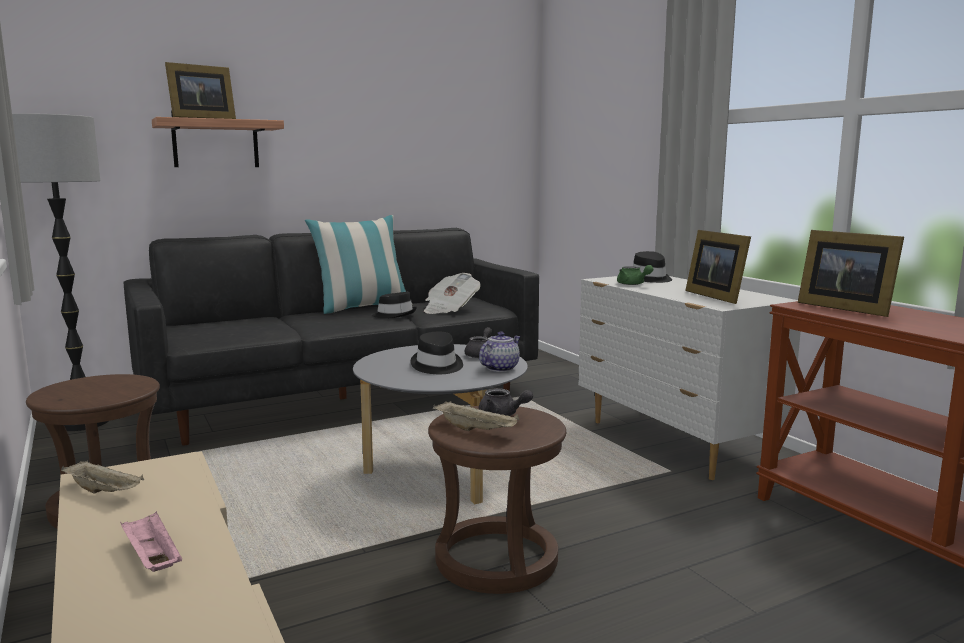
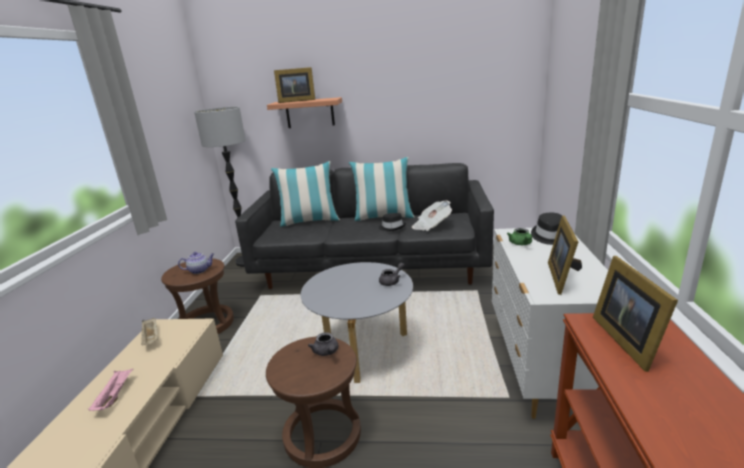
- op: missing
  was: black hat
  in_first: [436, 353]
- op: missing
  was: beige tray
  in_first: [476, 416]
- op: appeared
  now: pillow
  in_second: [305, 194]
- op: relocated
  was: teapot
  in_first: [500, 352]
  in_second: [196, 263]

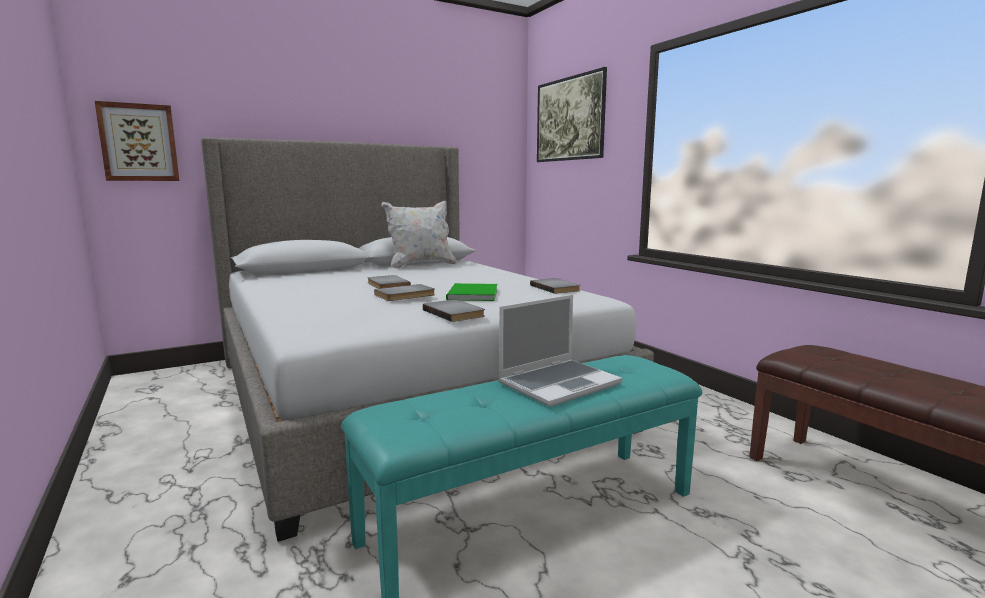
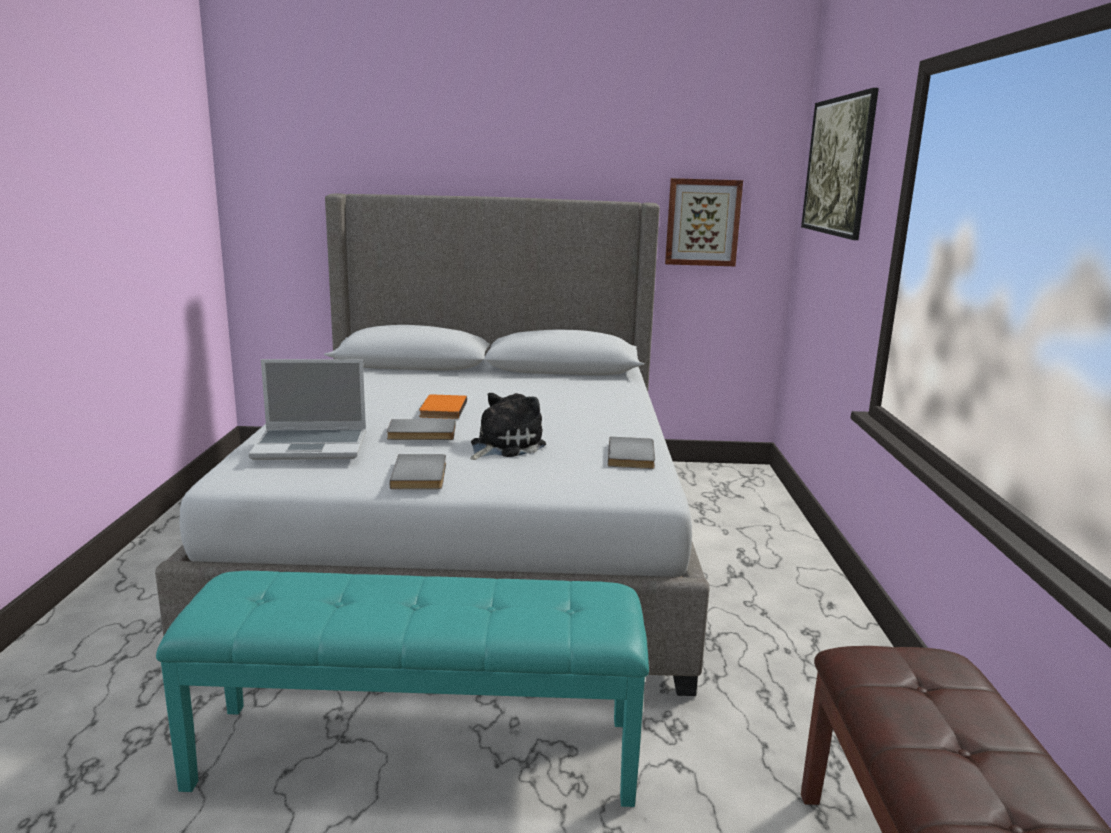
- op: missing
  was: white pillow
  in_first: [419, 235]
- op: relocated
  was: picture
  in_first: [137, 141]
  in_second: [704, 222]
- op: relocated
  was: laptop
  in_first: [560, 351]
  in_second: [307, 409]
- op: exchanged
  was: green book
  now: plush toy
  in_first: [471, 292]
  in_second: [508, 426]
- op: colour
  was: grey book
  now: orange book
  in_first: [389, 282]
  in_second: [443, 406]

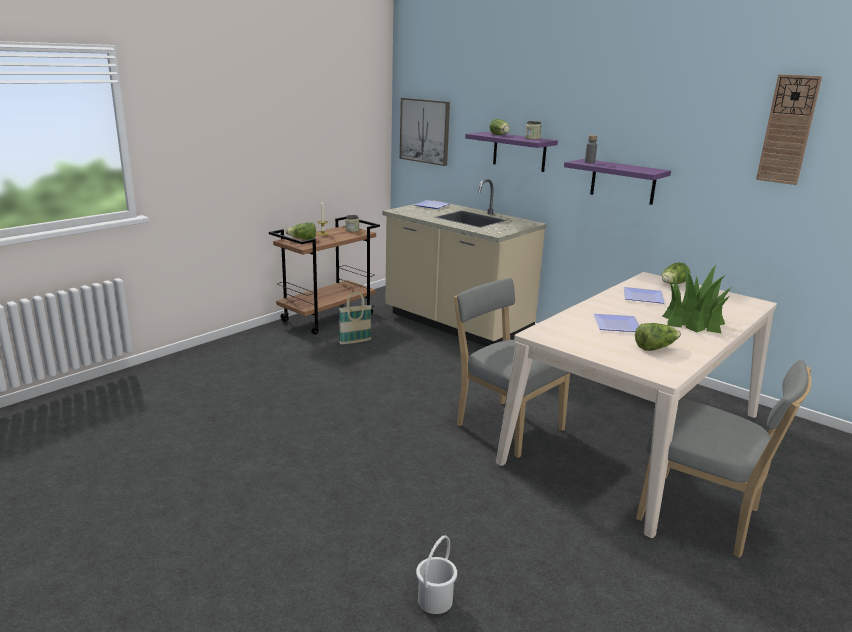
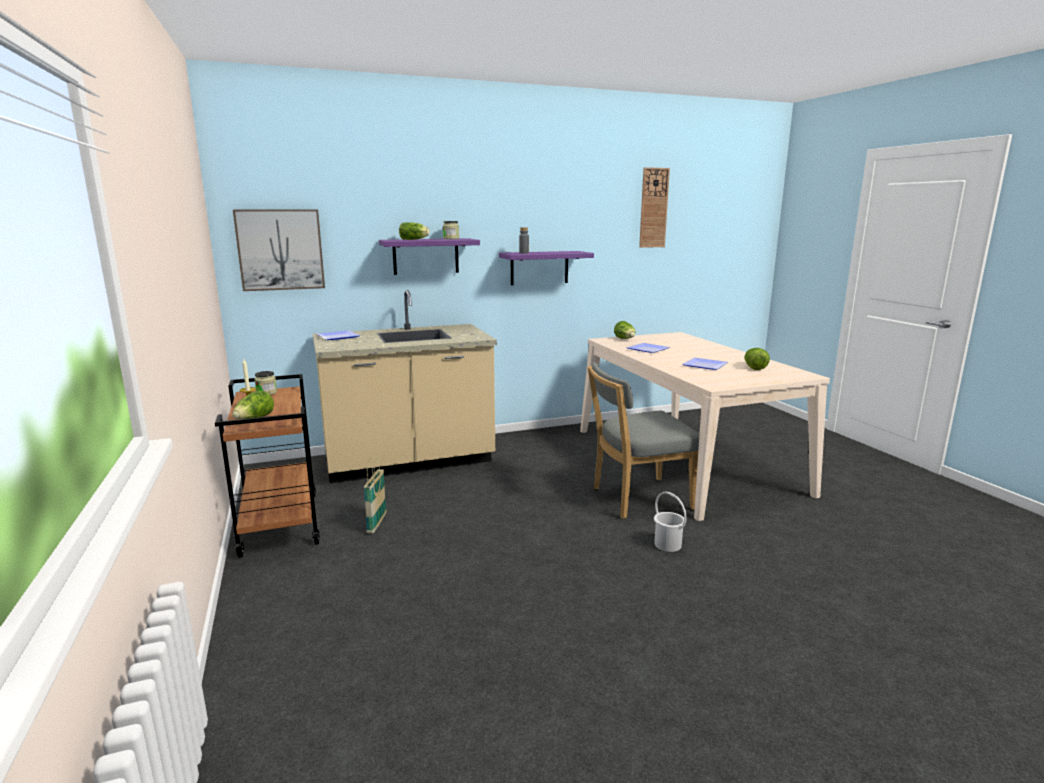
- op: missing
  was: grey chair
  in_first: [724, 459]
- op: missing
  was: potted plant
  in_first: [696, 298]
- op: relocated
  was: white bucket
  in_first: [436, 574]
  in_second: [670, 522]

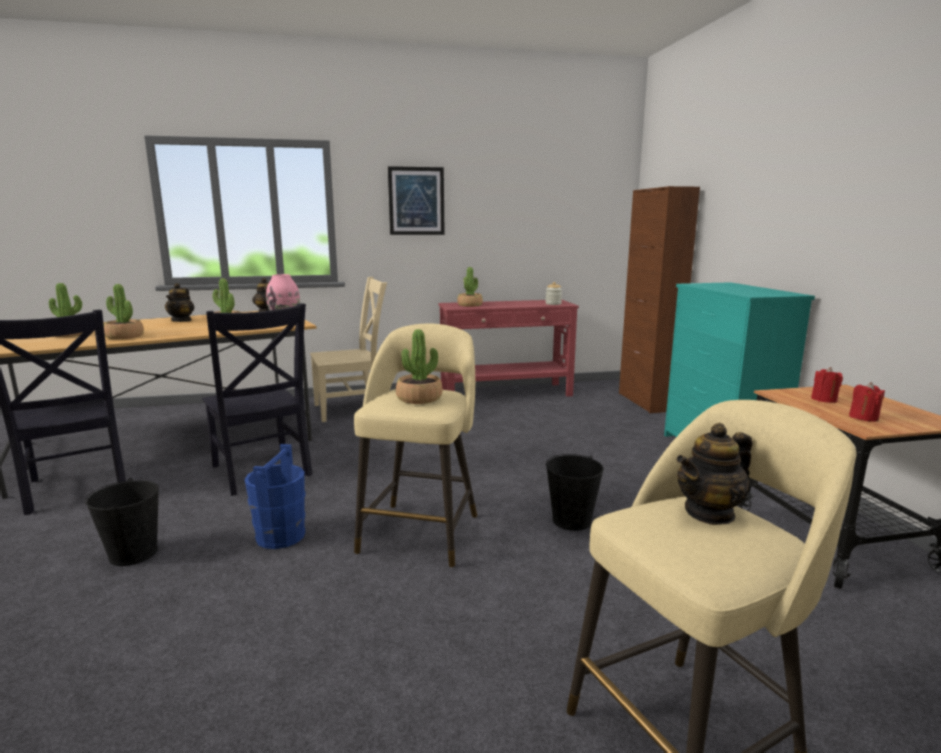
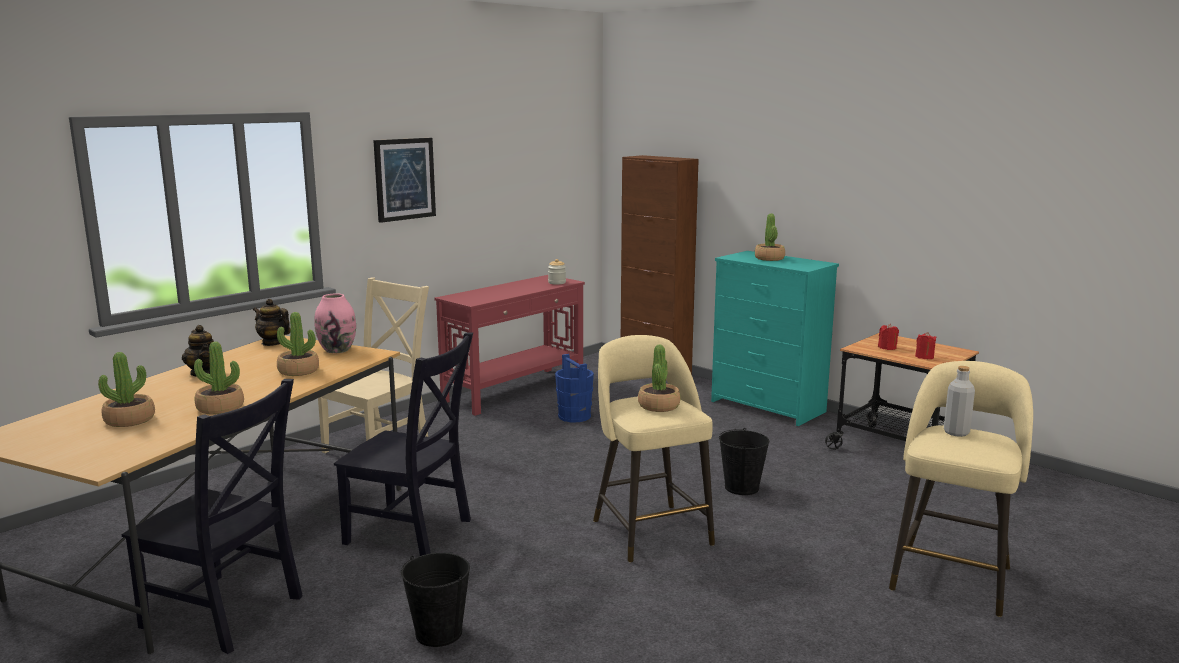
- op: relocated
  was: blue bucket
  in_first: [274, 496]
  in_second: [574, 388]
- op: relocated
  was: potted plant
  in_first: [470, 287]
  in_second: [770, 237]
- op: exchanged
  was: teapot
  now: grey bottle
  in_first: [714, 474]
  in_second: [959, 401]

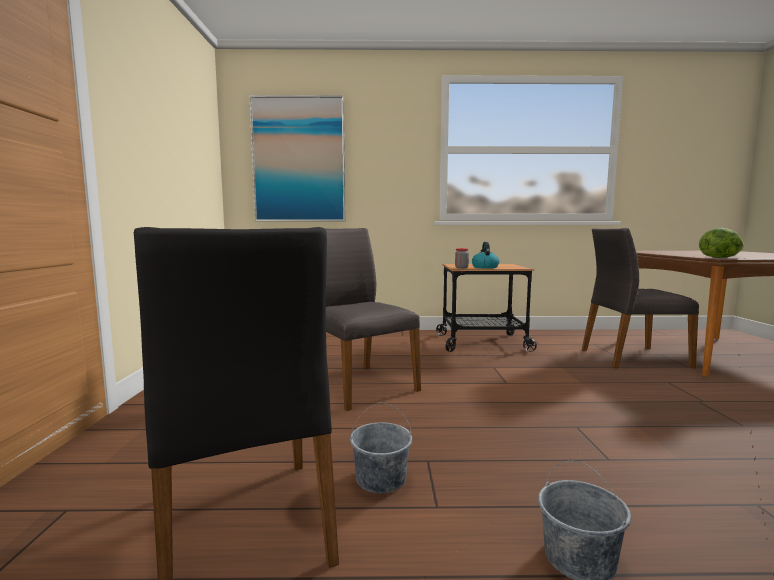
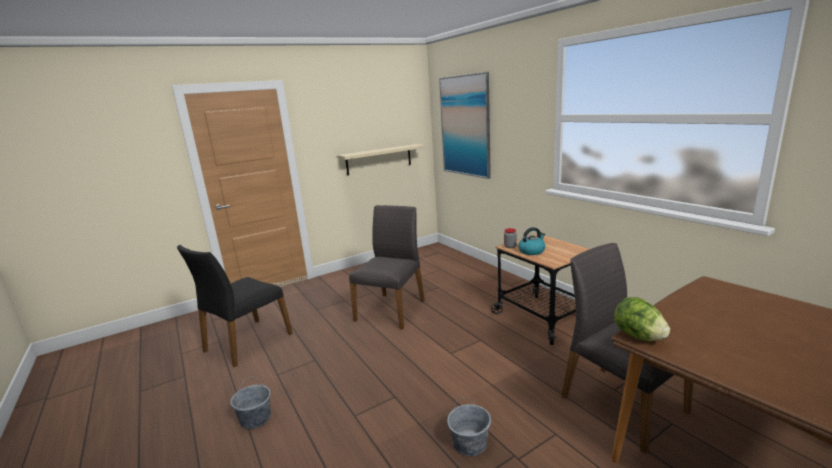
- op: appeared
  now: beige shelf
  in_second: [381, 159]
- op: relocated
  was: grey bucket
  in_first: [381, 447]
  in_second: [469, 427]

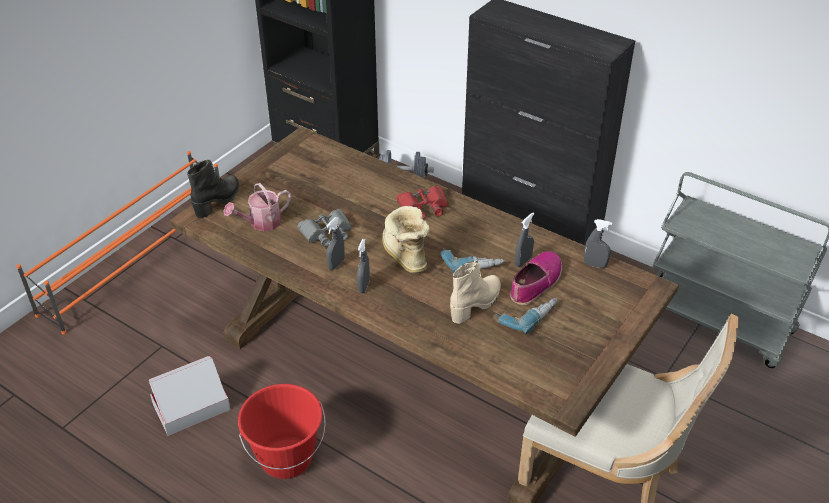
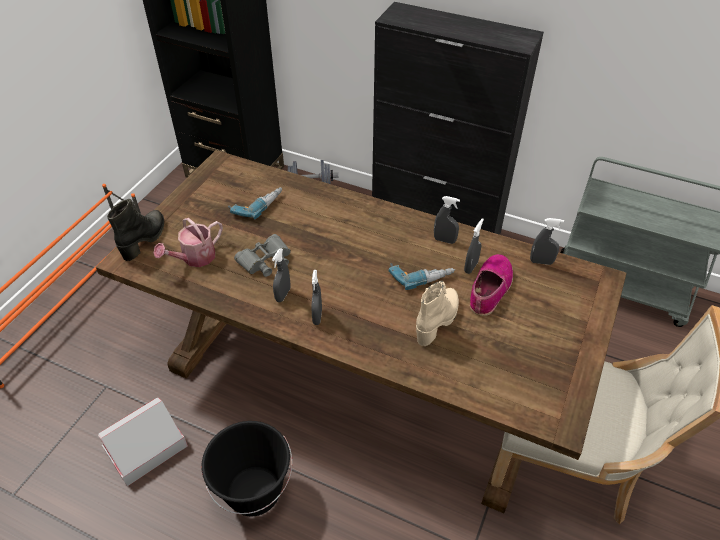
- op: missing
  was: boot
  in_first: [405, 240]
- op: missing
  was: red binoculars
  in_first: [422, 202]
- op: appeared
  now: grey spray bottle
  in_second: [447, 220]
- op: relocated
  was: power drill
  in_first: [526, 316]
  in_second: [255, 203]
- op: colour
  was: red bucket
  now: black bucket
  in_first: [282, 431]
  in_second: [247, 468]

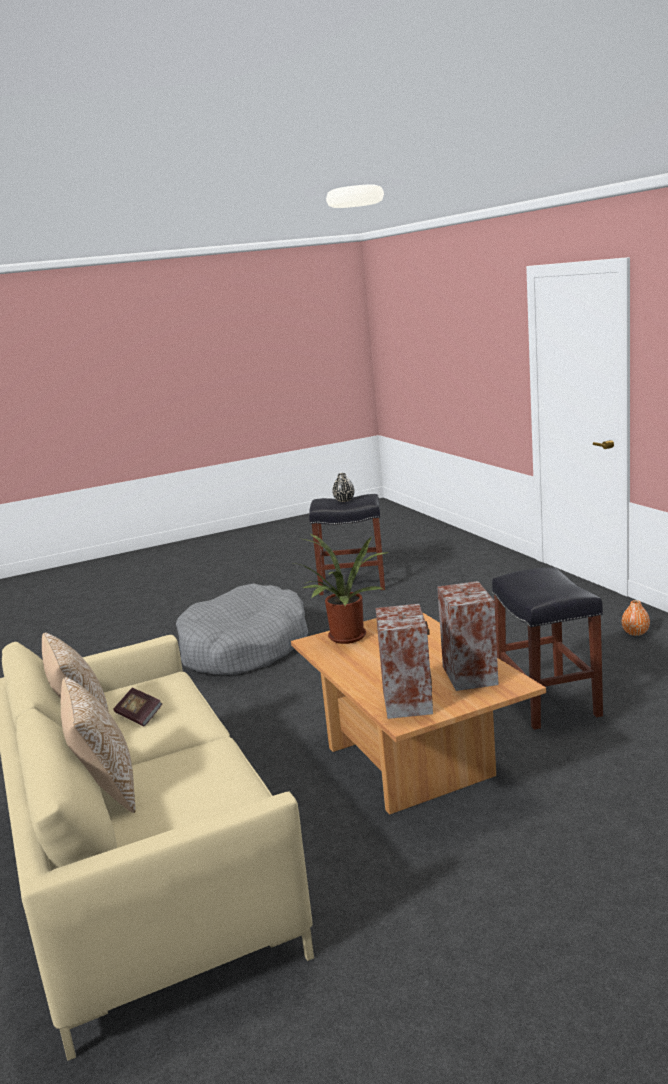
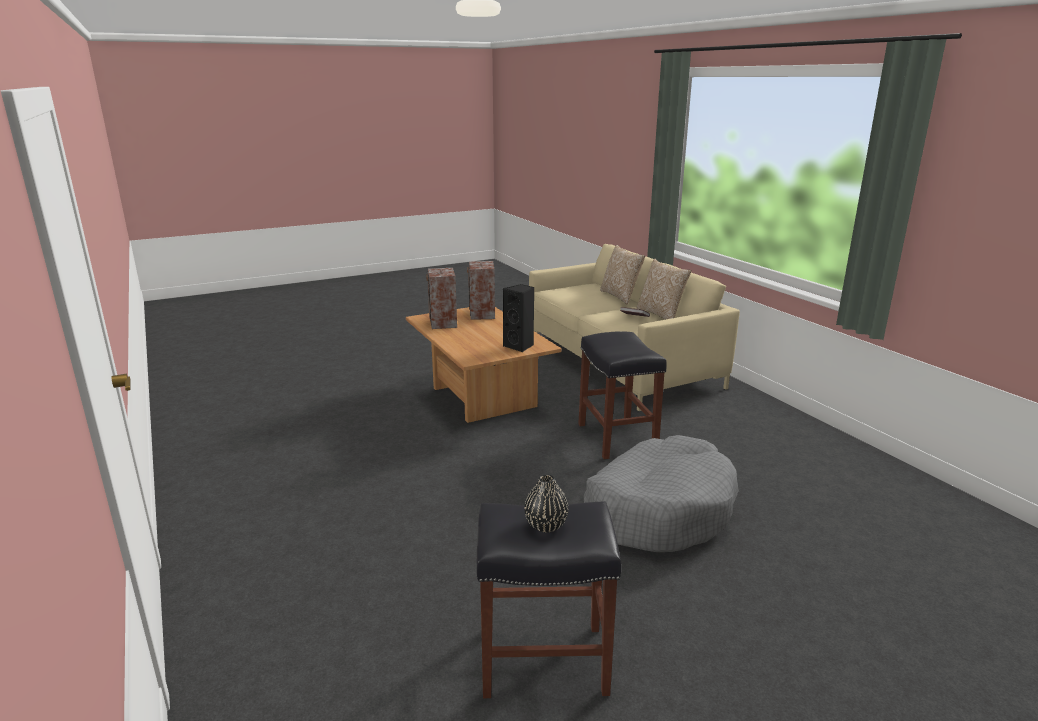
- op: missing
  was: orange vase
  in_first: [636, 618]
- op: relocated
  was: black stool
  in_first: [547, 649]
  in_second: [622, 395]
- op: exchanged
  was: potted plant
  now: black speaker
  in_first: [341, 588]
  in_second: [518, 318]

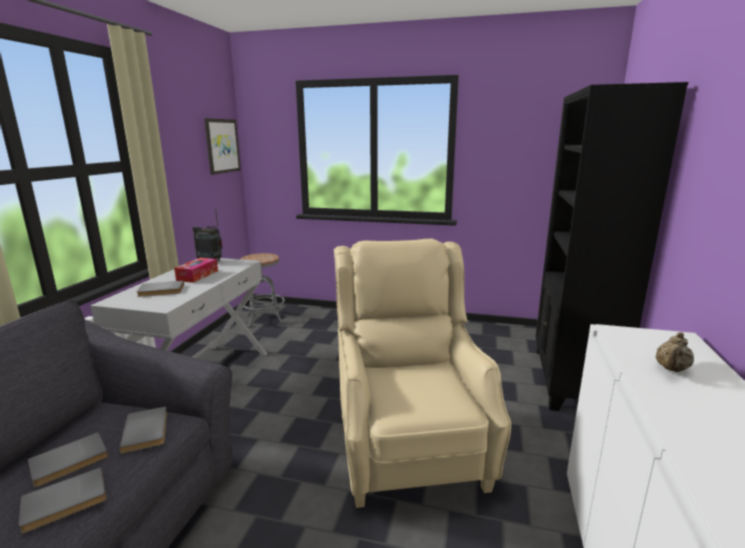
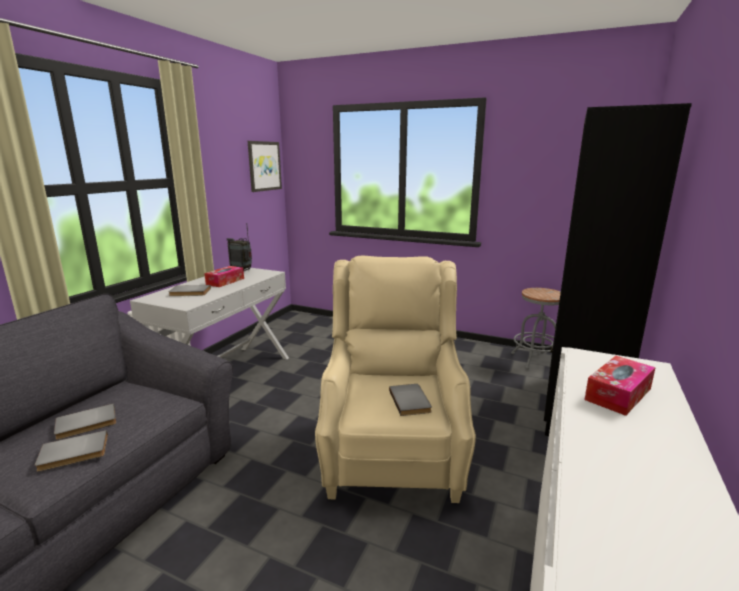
- op: relocated
  was: grey book
  in_first: [143, 430]
  in_second: [410, 400]
- op: relocated
  was: grey stool
  in_first: [263, 290]
  in_second: [536, 328]
- op: exchanged
  was: beige teapot
  now: tissue box
  in_first: [675, 352]
  in_second: [620, 386]

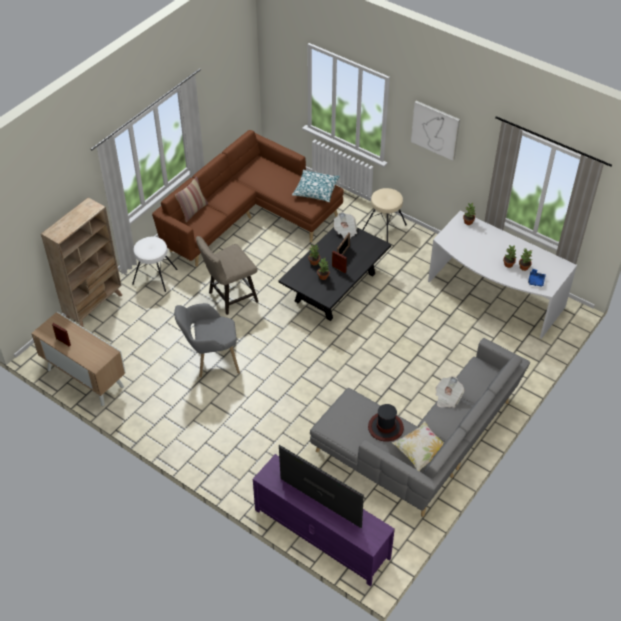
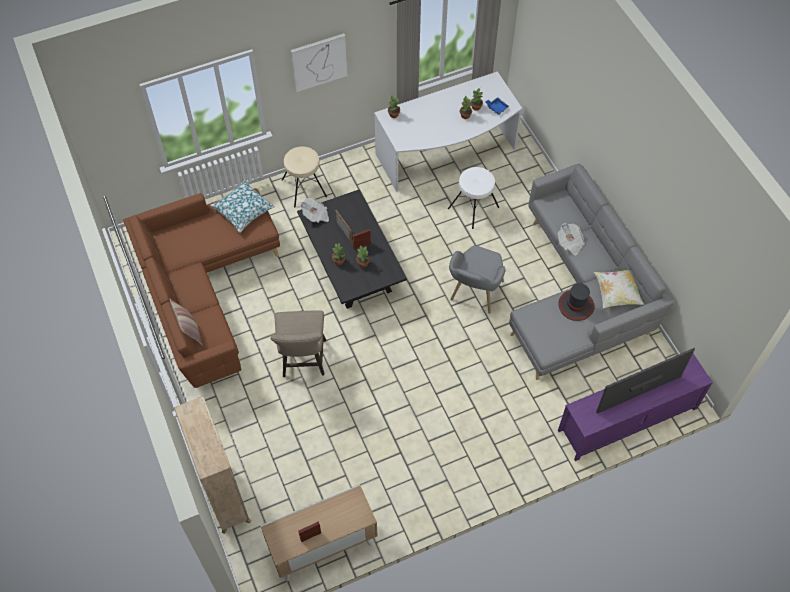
- op: relocated
  was: white stool
  in_first: [155, 264]
  in_second: [473, 198]
- op: relocated
  was: grey armchair
  in_first: [207, 340]
  in_second: [477, 280]

